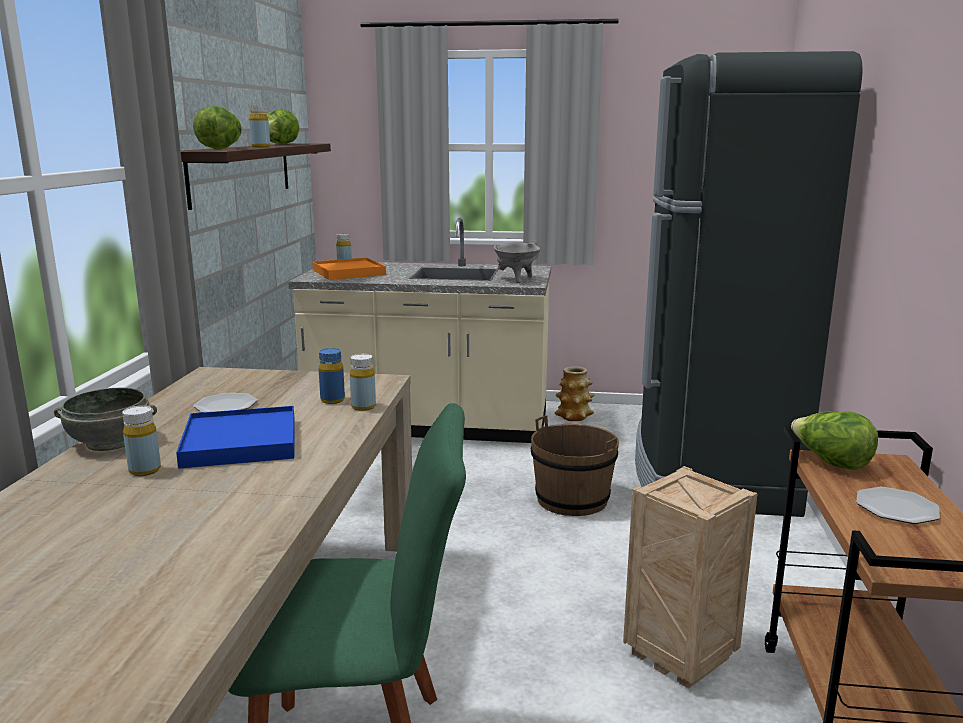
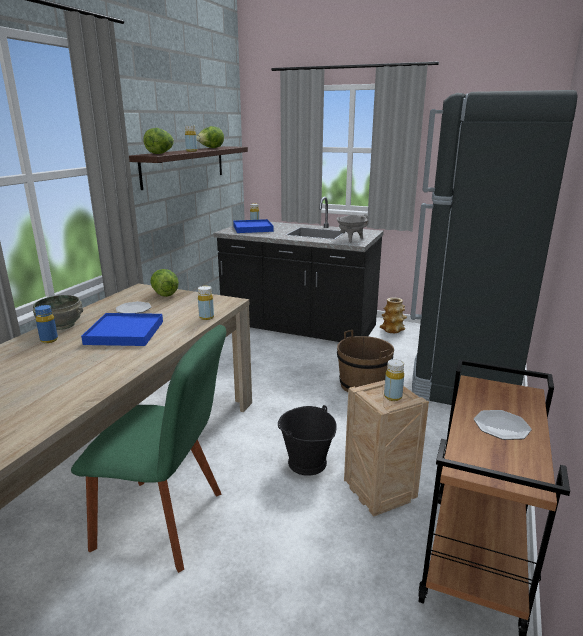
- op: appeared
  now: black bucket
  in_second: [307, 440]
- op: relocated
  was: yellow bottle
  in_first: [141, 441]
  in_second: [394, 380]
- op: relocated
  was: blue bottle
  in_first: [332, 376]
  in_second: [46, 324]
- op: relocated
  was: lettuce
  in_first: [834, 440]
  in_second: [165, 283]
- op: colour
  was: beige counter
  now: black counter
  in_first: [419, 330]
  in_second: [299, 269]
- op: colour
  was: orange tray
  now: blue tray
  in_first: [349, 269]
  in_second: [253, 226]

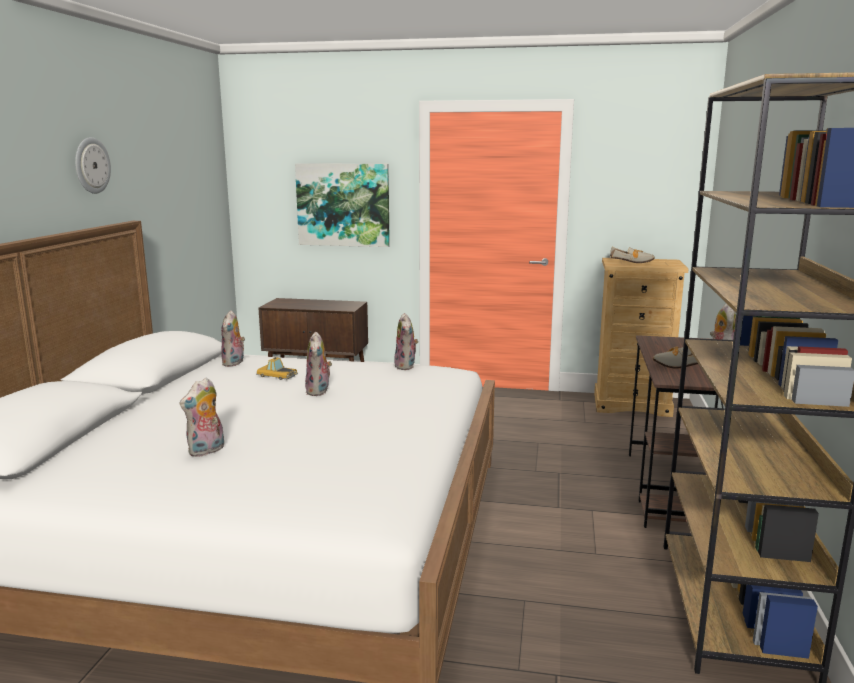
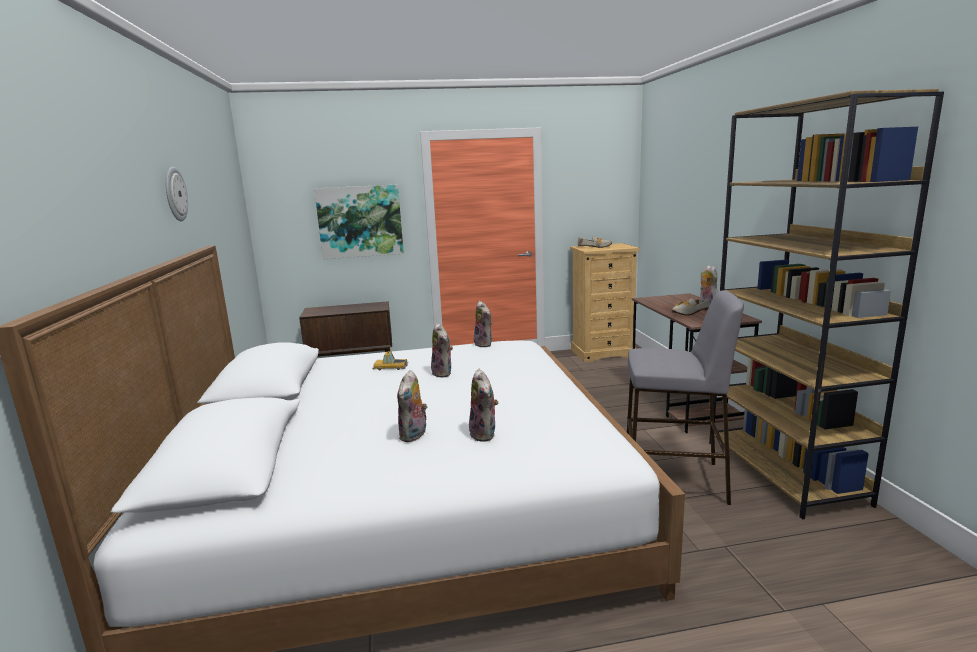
- op: appeared
  now: grey stool
  in_second: [685, 397]
- op: relocated
  was: plush toy
  in_first: [233, 338]
  in_second: [484, 405]

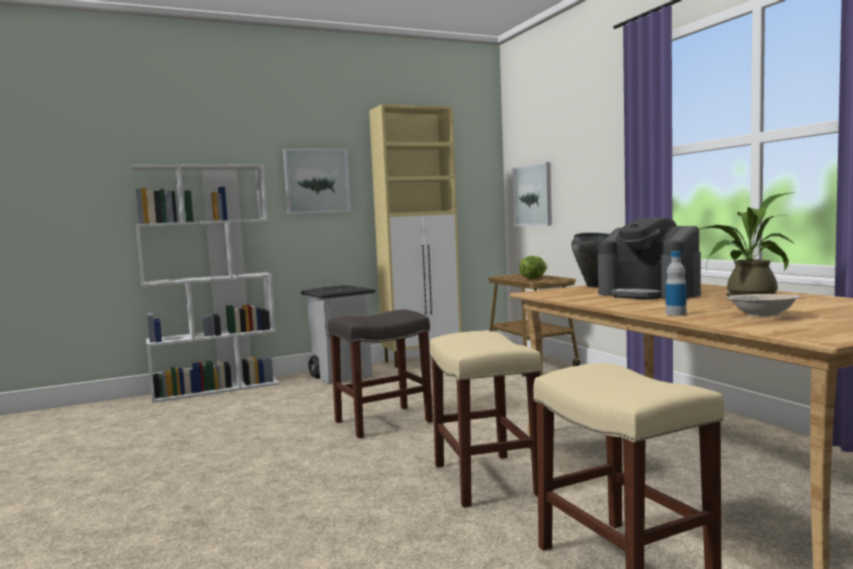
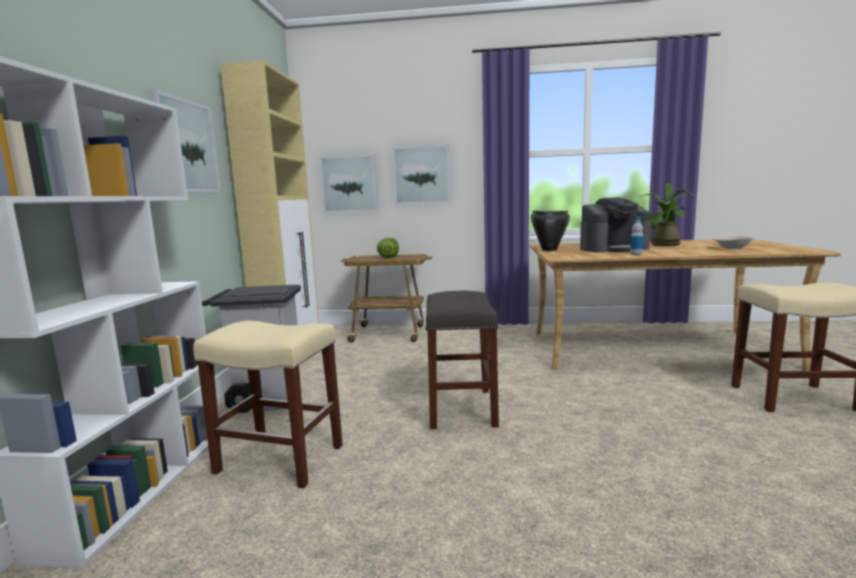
- op: appeared
  now: picture
  in_second: [421, 174]
- op: relocated
  was: beige stool
  in_first: [485, 419]
  in_second: [268, 404]
- op: relocated
  was: bottle
  in_first: [676, 283]
  in_second: [636, 235]

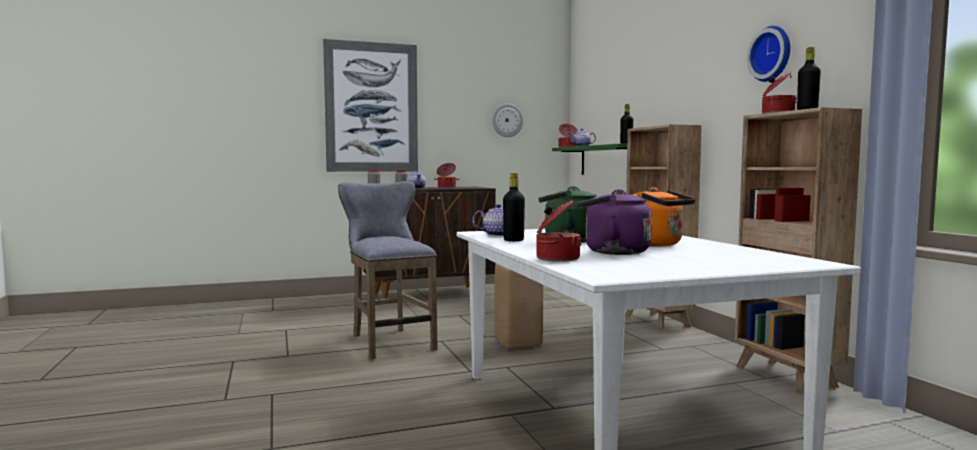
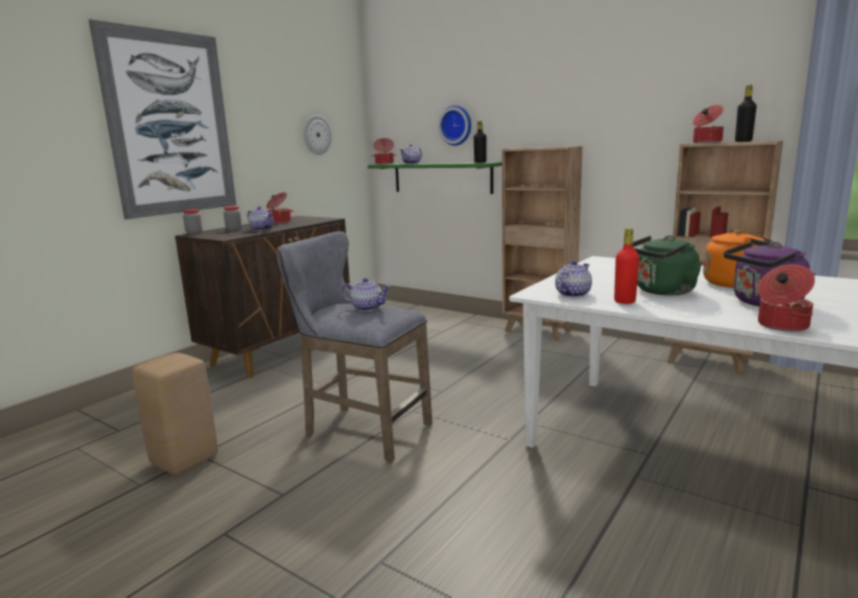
- op: appeared
  now: teapot
  in_second: [366, 294]
- op: relocated
  was: beige stool
  in_first: [518, 306]
  in_second: [175, 414]
- op: relocated
  was: wall clock
  in_first: [768, 54]
  in_second: [454, 125]
- op: colour
  was: black bottle
  now: red bottle
  in_first: [514, 207]
  in_second: [626, 266]

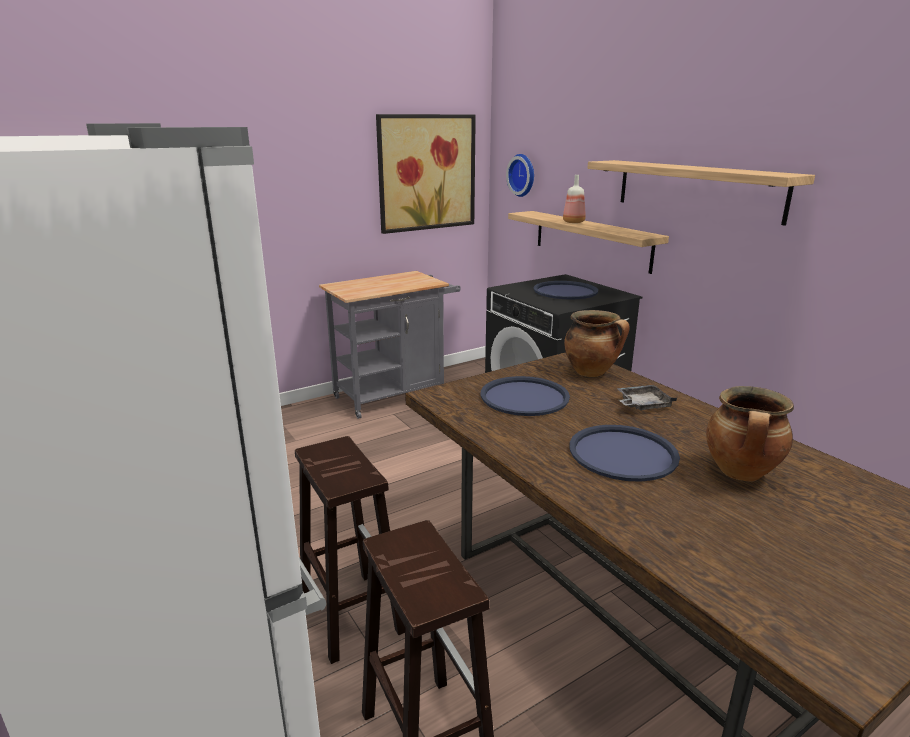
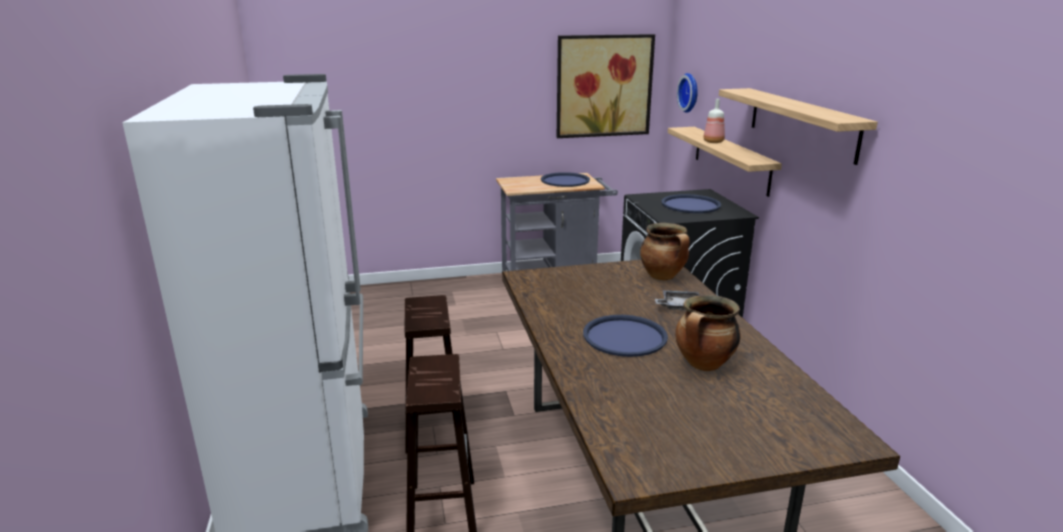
- op: relocated
  was: blue tray
  in_first: [525, 396]
  in_second: [565, 179]

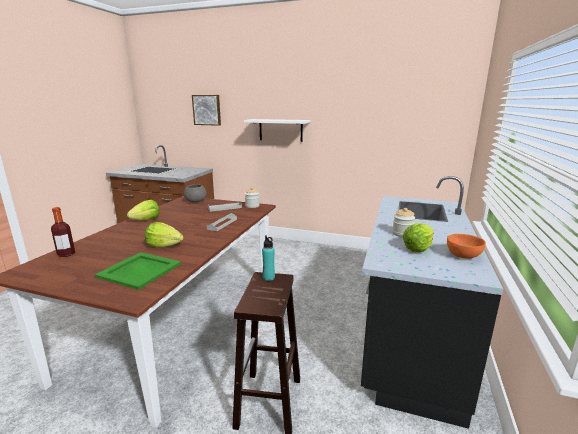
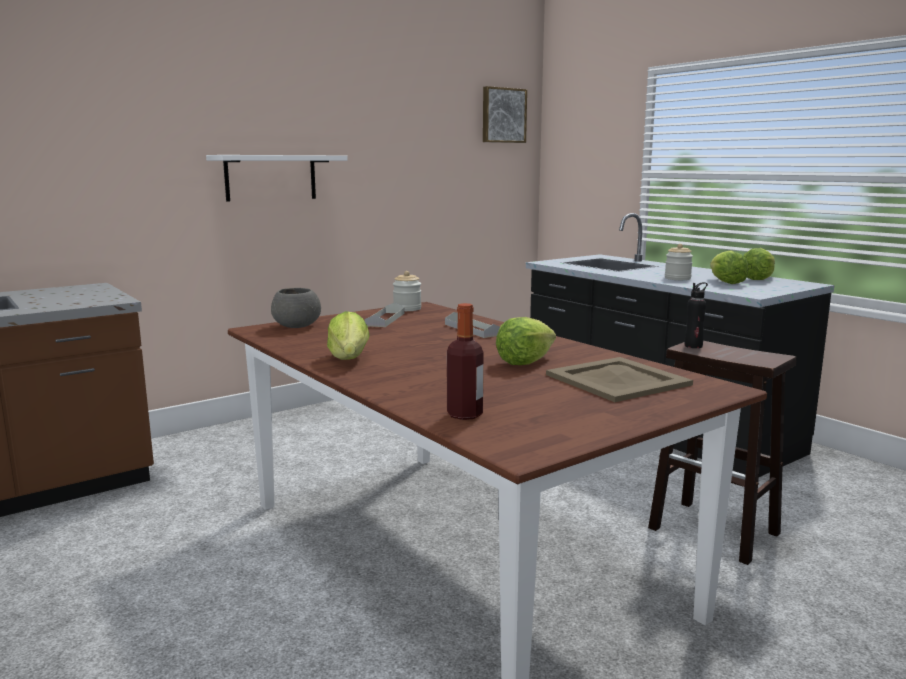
- op: relocated
  was: picture
  in_first: [206, 110]
  in_second: [505, 114]
- op: exchanged
  was: orange bowl
  now: lettuce
  in_first: [466, 246]
  in_second: [759, 264]
- op: colour
  was: green tray
  now: beige tray
  in_first: [138, 271]
  in_second: [619, 379]
- op: colour
  was: turquoise bottle
  now: black bottle
  in_first: [268, 258]
  in_second: [696, 315]

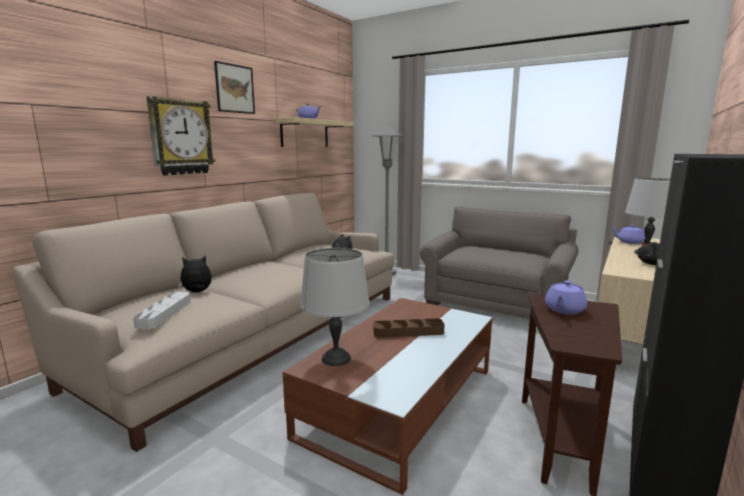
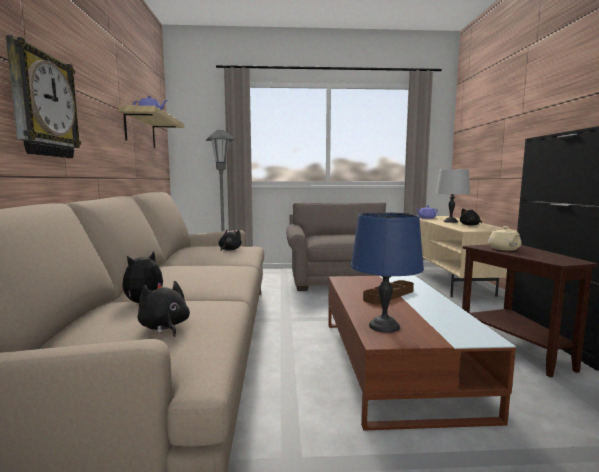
- op: missing
  was: picture
  in_first: [234, 87]
- op: exchanged
  was: grey tray
  now: black plush toy
  in_first: [162, 310]
  in_second: [164, 309]
- op: colour
  was: grey table lamp
  now: blue table lamp
  in_first: [334, 307]
  in_second: [387, 272]
- op: colour
  was: purple teapot
  now: beige teapot
  in_first: [566, 297]
  in_second: [504, 238]

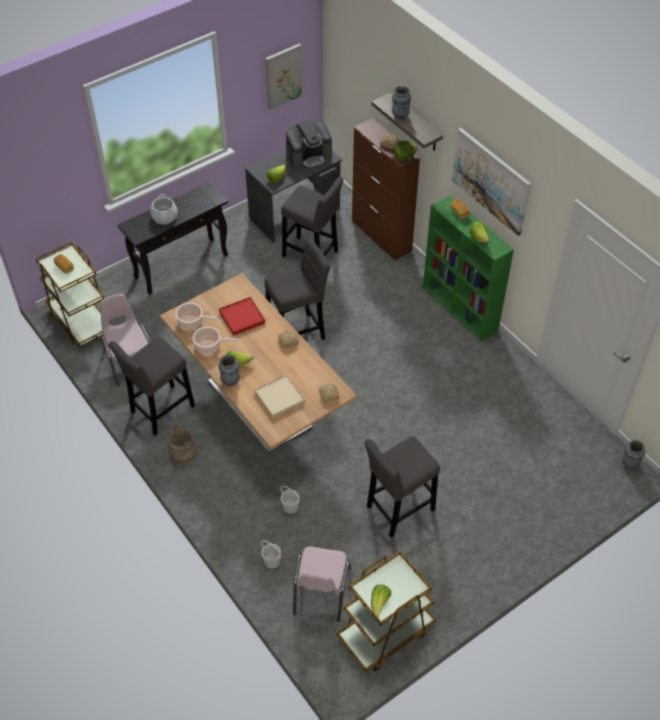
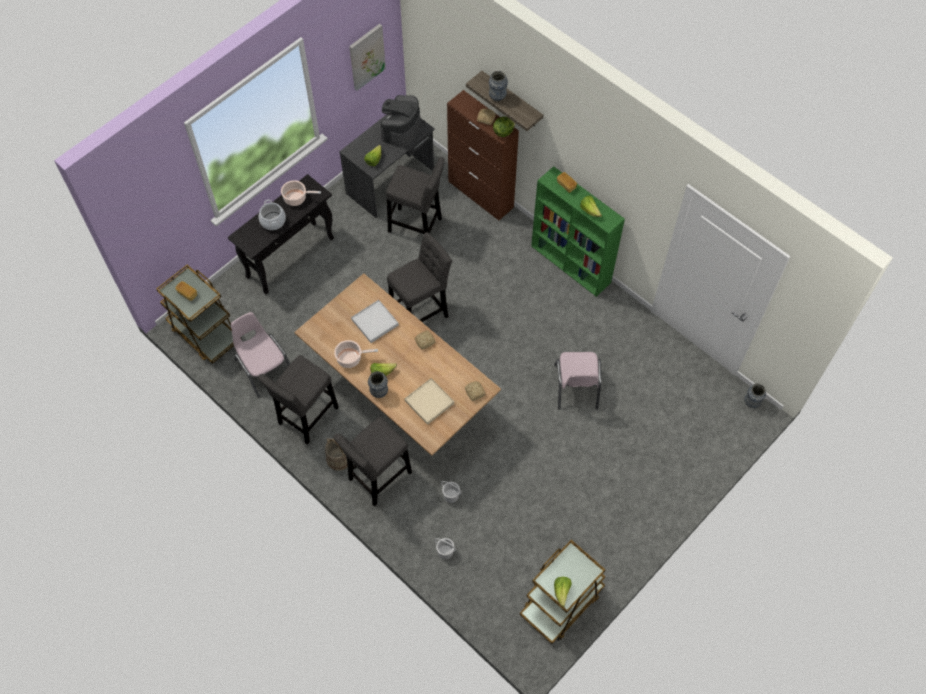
- op: missing
  was: picture
  in_first: [491, 182]
- op: relocated
  was: cooking pot
  in_first: [196, 316]
  in_second: [301, 193]
- op: relocated
  was: pink chair
  in_first: [322, 584]
  in_second: [578, 381]
- op: relocated
  was: grey stool
  in_first: [402, 487]
  in_second: [372, 461]
- op: colour
  was: red tray
  now: white tray
  in_first: [242, 316]
  in_second: [375, 321]
- op: spun
  was: coffee machine
  in_first: [309, 145]
  in_second: [400, 121]
  clockwise: 150

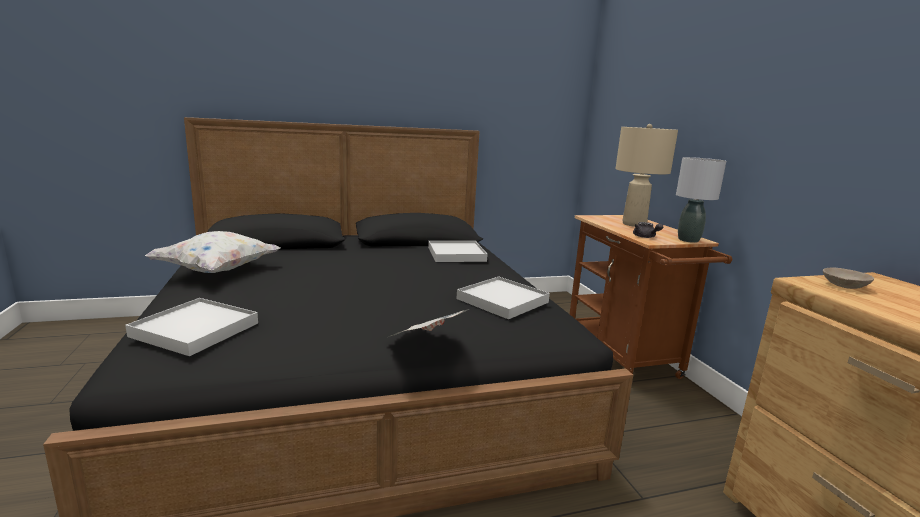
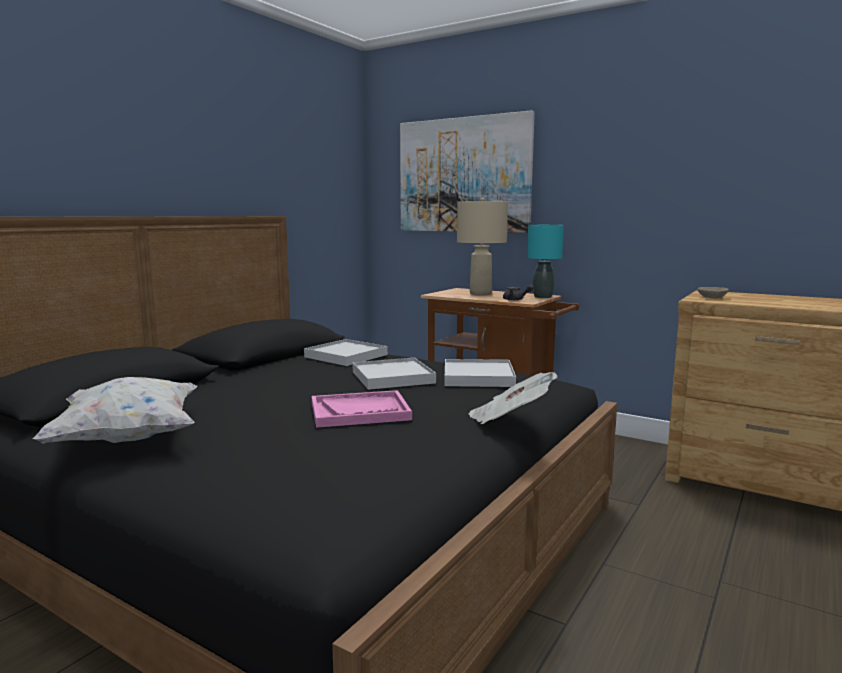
- op: appeared
  now: pink tray
  in_second: [362, 409]
- op: appeared
  now: picture
  in_second: [467, 171]
- op: relocated
  was: white tray
  in_first: [191, 327]
  in_second: [394, 374]
- op: colour
  was: grey table lamp
  now: turquoise table lamp
  in_first: [701, 200]
  in_second: [545, 261]

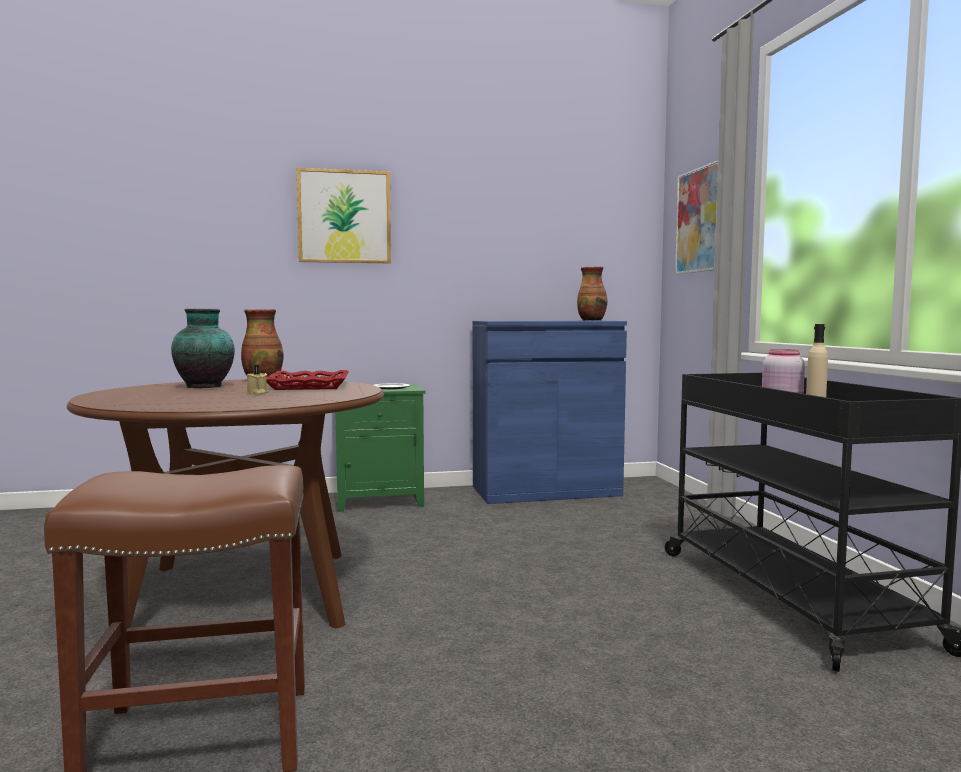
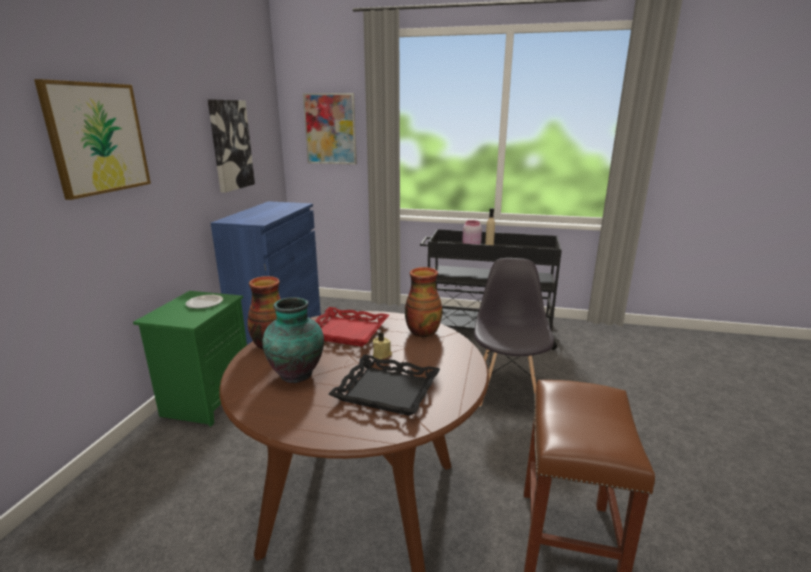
- op: appeared
  now: picture
  in_second: [231, 146]
- op: appeared
  now: black tray
  in_second: [384, 385]
- op: appeared
  now: grey chair
  in_second: [514, 332]
- op: relocated
  was: vase
  in_first: [592, 294]
  in_second: [424, 302]

